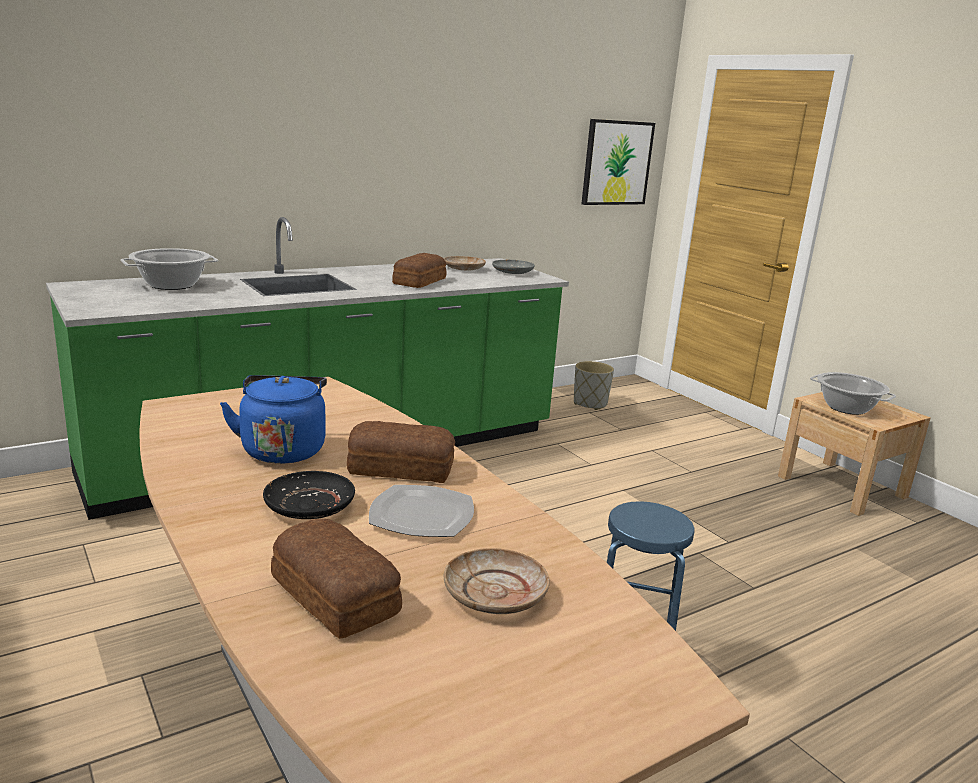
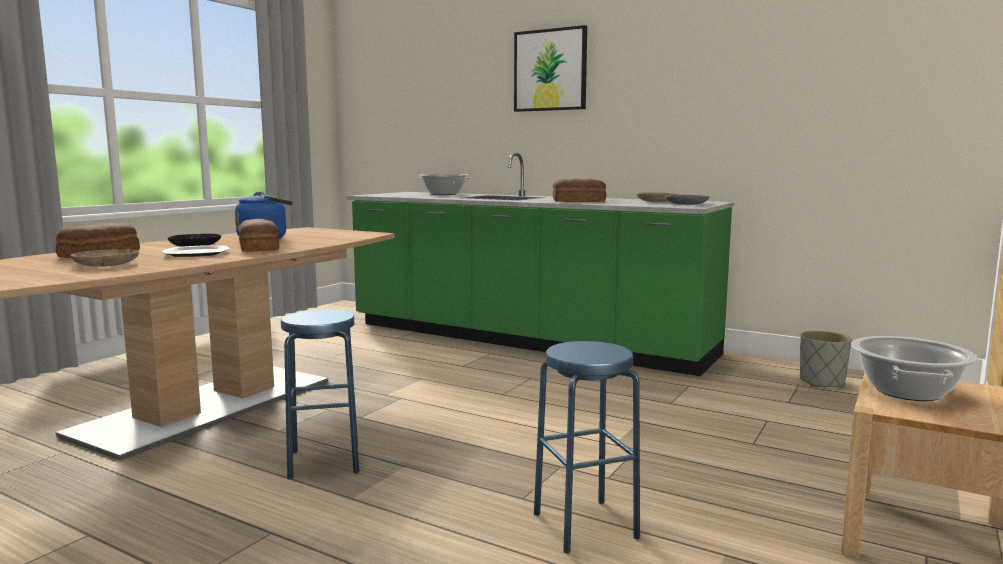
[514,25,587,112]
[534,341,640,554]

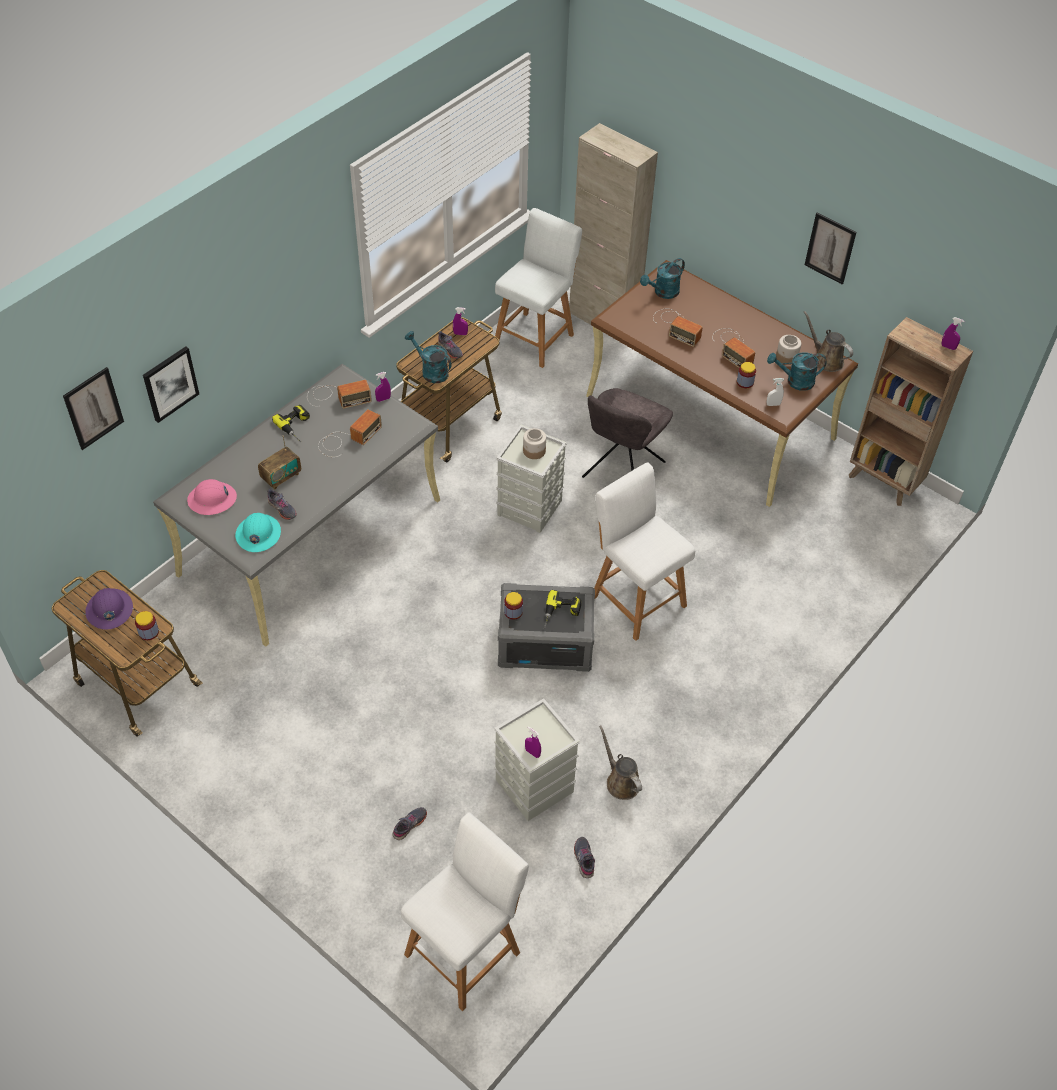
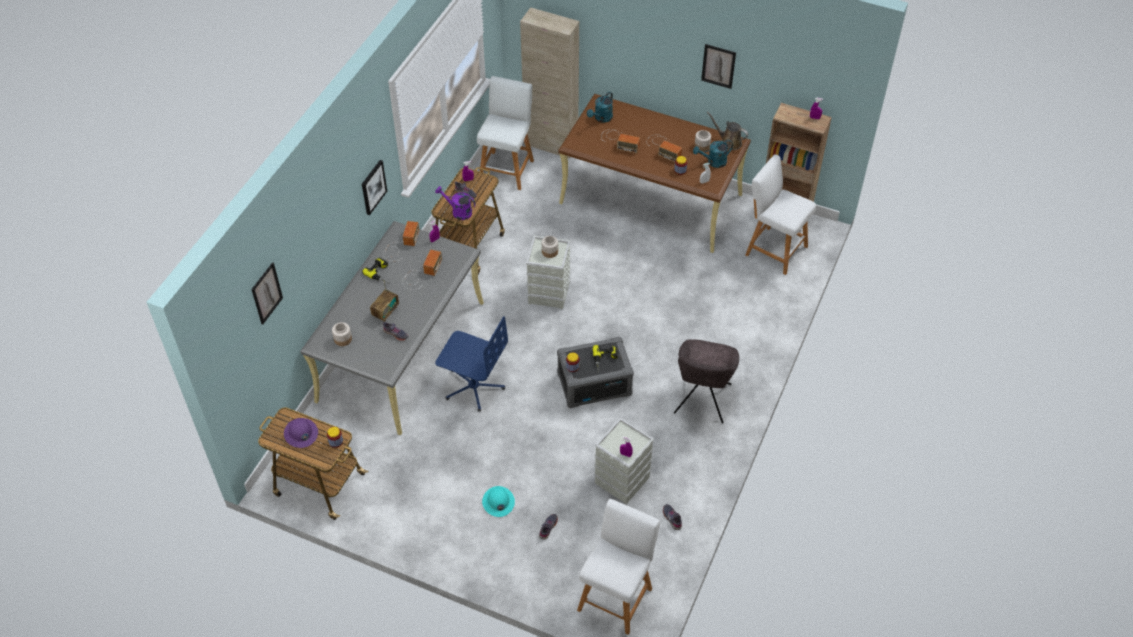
[362,160,387,215]
[332,322,352,346]
[482,486,515,517]
[383,221,419,261]
[435,186,476,220]
[674,339,739,423]
[745,154,816,275]
[599,726,642,800] (first image)
[435,316,508,411]

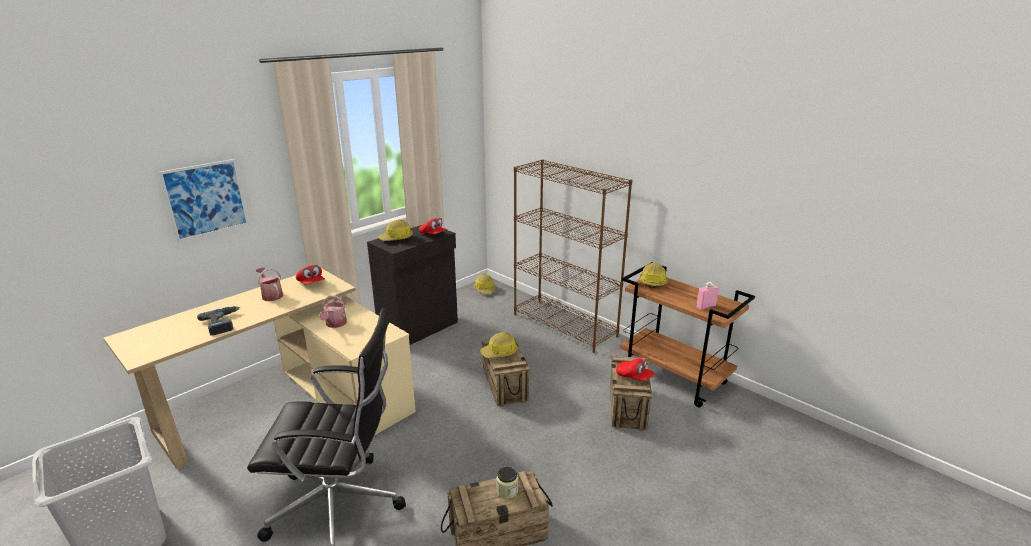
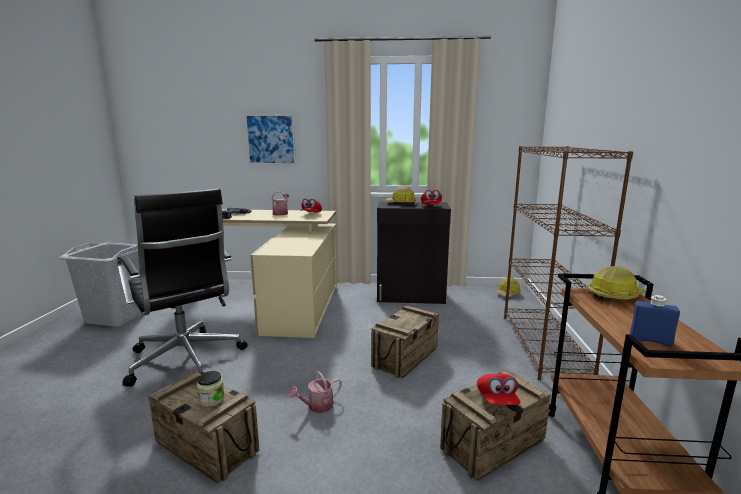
[288,371,342,413]
[480,332,517,358] (first image)
[630,295,680,347]

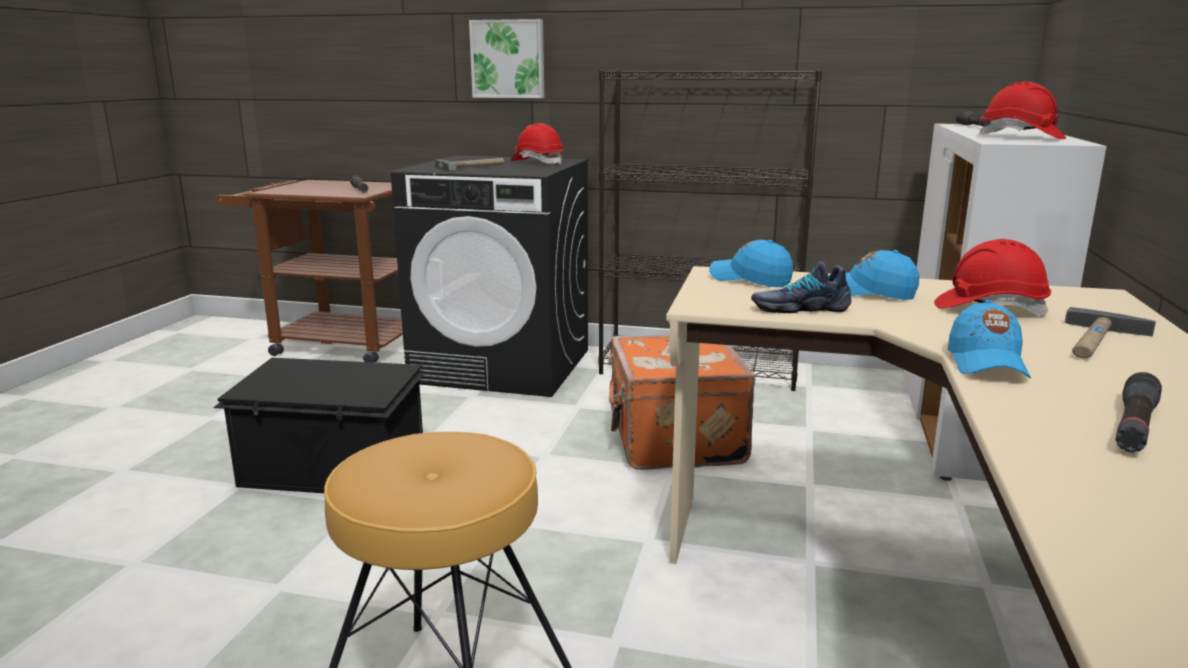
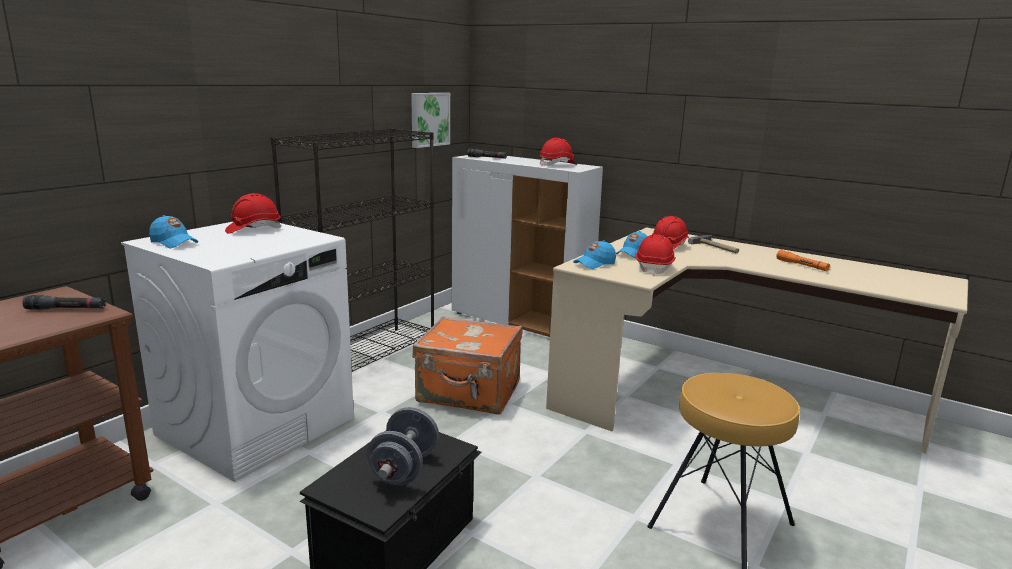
[121,222,354,482]
[435,158,505,171] (first image)
[411,93,450,148]
[635,234,676,276]
[149,215,198,248]
[776,250,831,271]
[366,407,439,485]

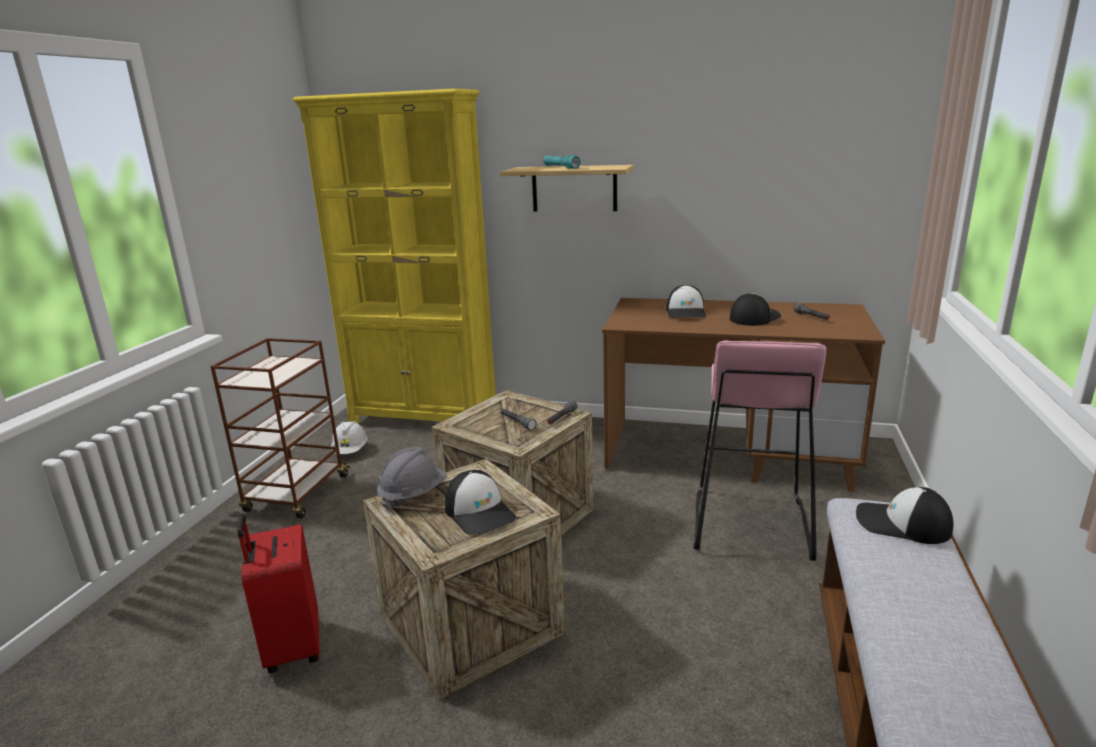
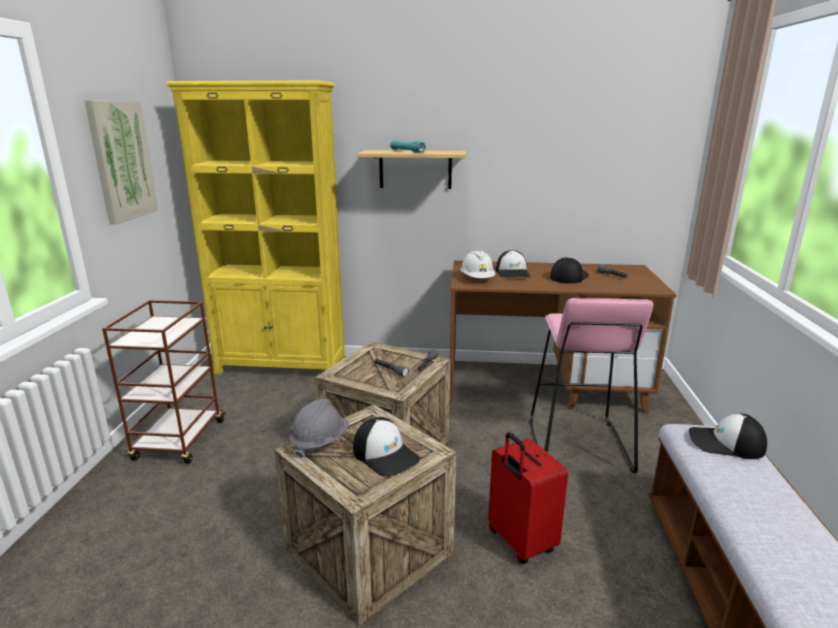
[488,432,568,564]
[461,250,495,278]
[85,100,158,224]

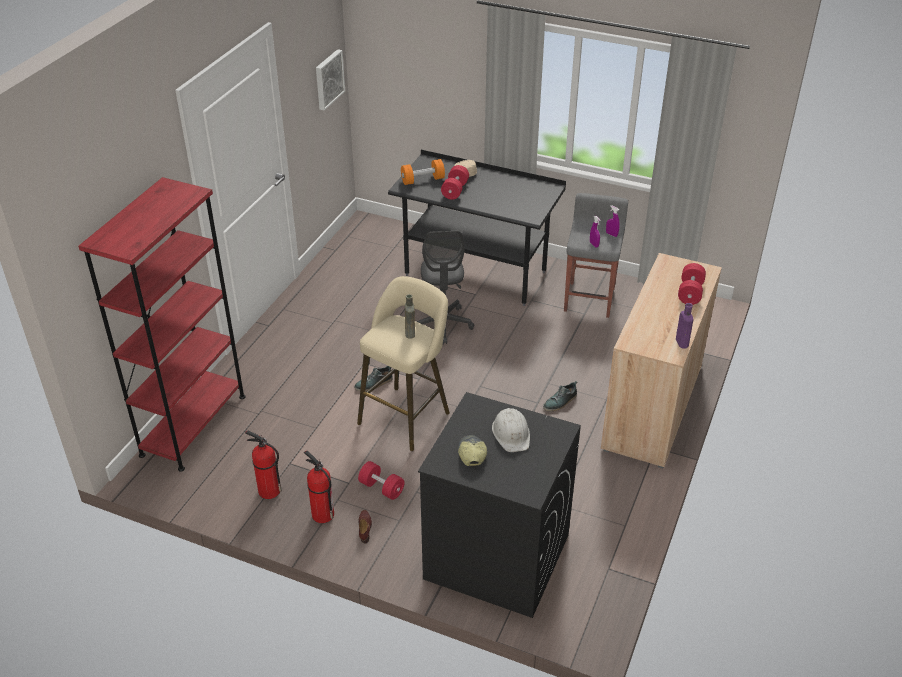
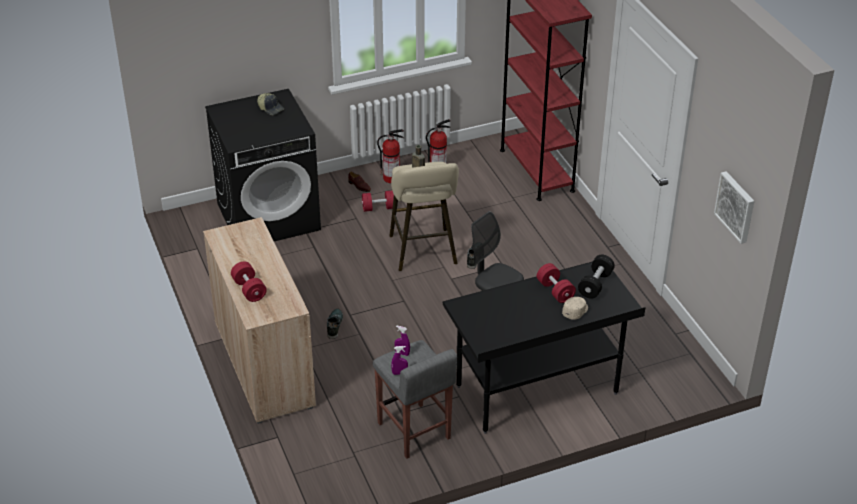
[578,255,615,299]
[492,408,530,452] (first image)
[676,303,694,349] (first image)

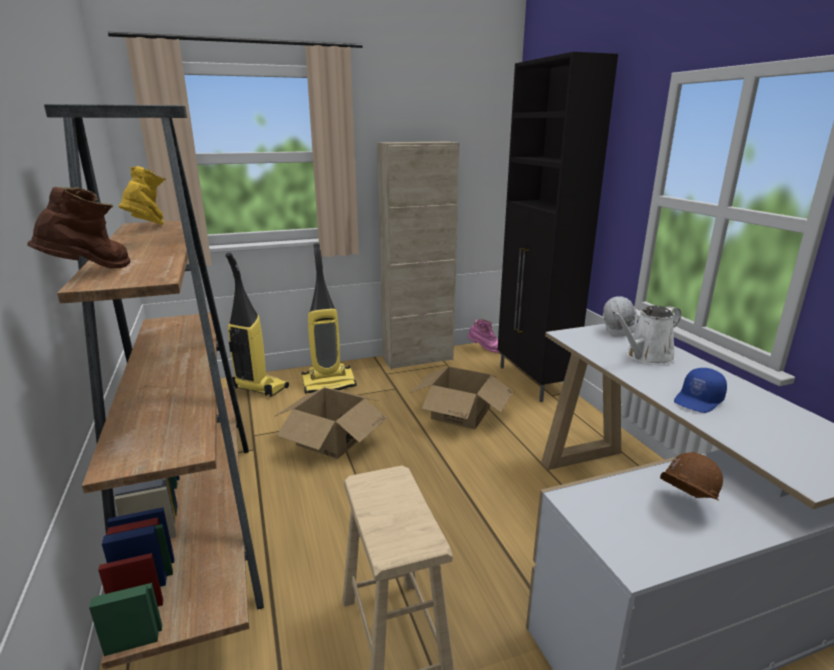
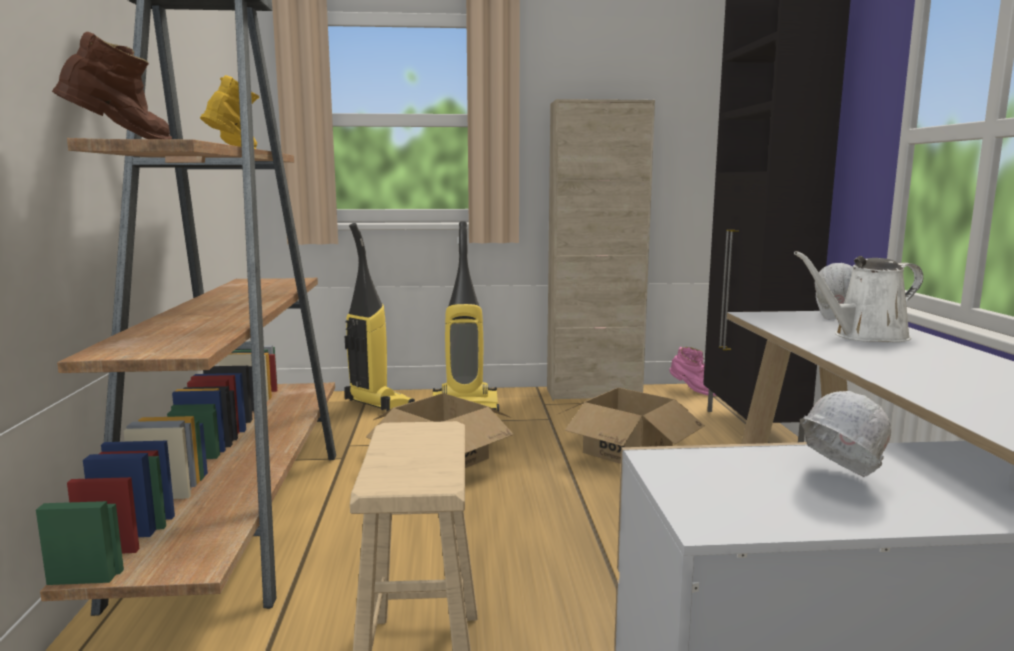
[800,391,891,477]
[674,368,727,413] (first image)

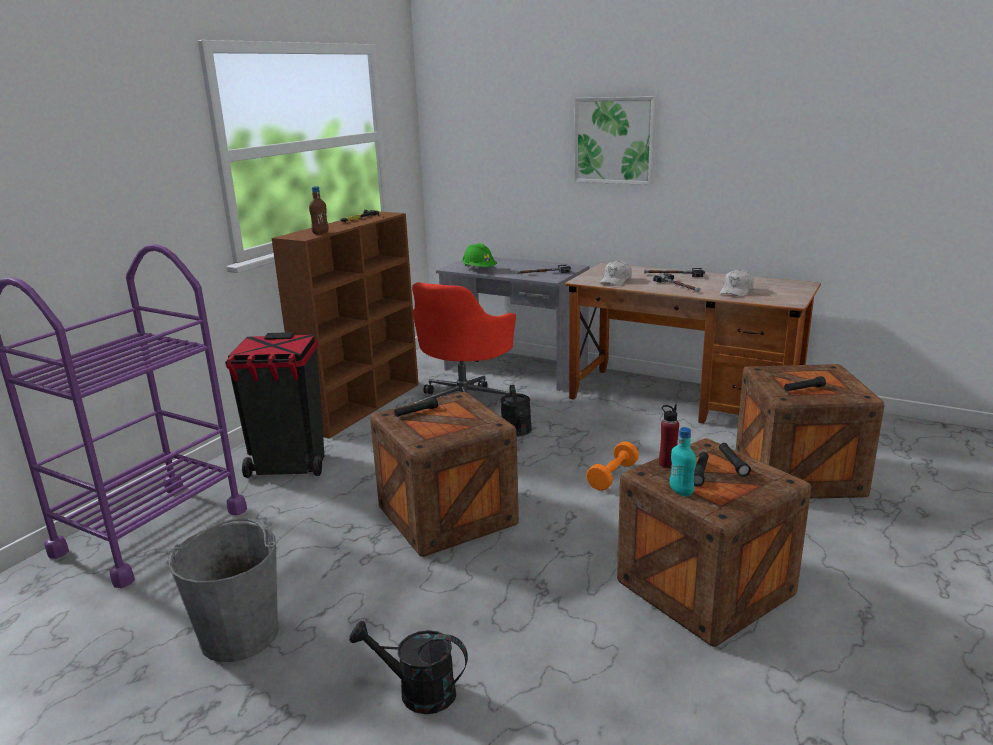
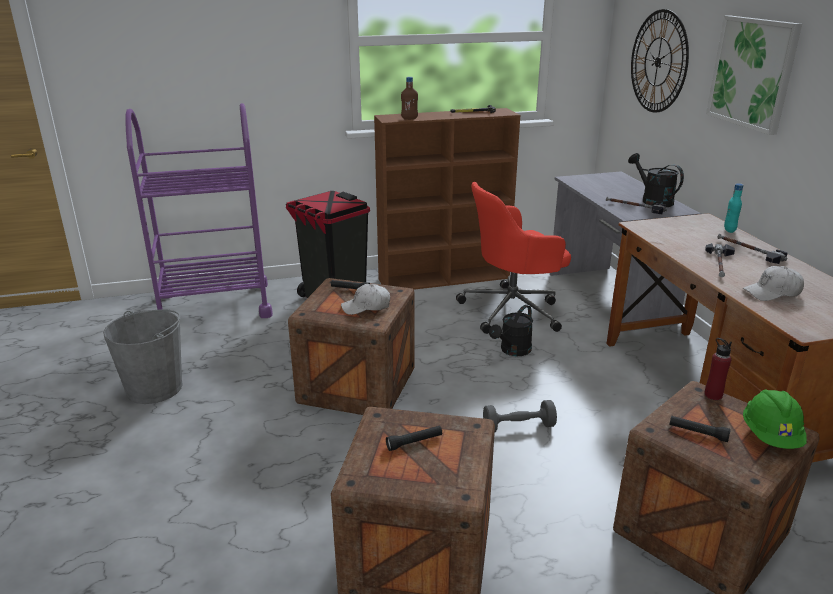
[628,153,684,207]
[743,390,807,449]
[483,400,557,432]
[341,284,390,315]
[704,338,732,400]
[724,183,744,233]
[719,443,751,477] (first image)
[631,9,689,113]

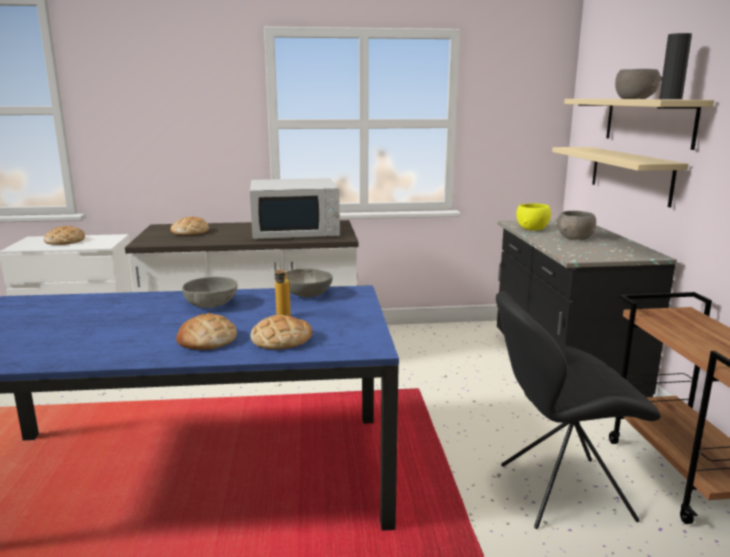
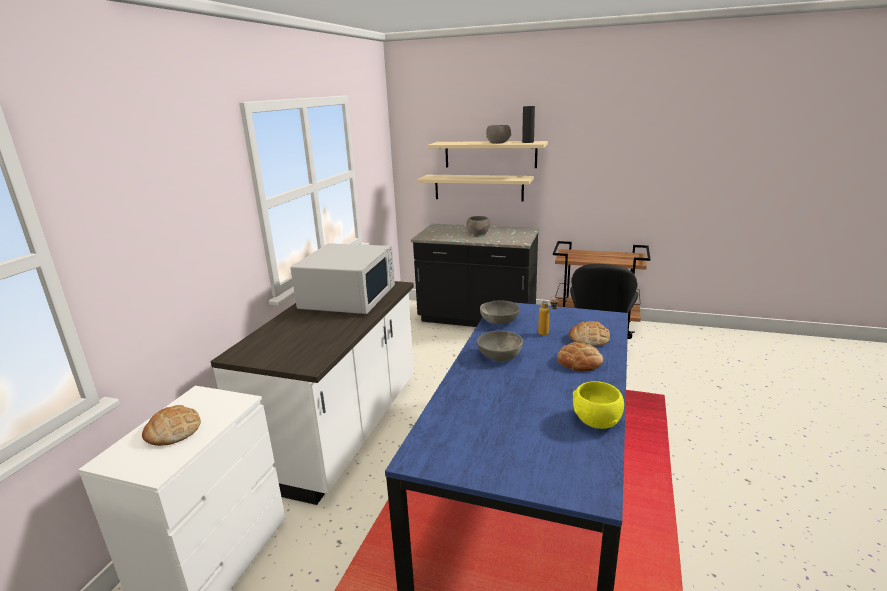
[171,216,209,235] (first image)
[573,381,624,429]

